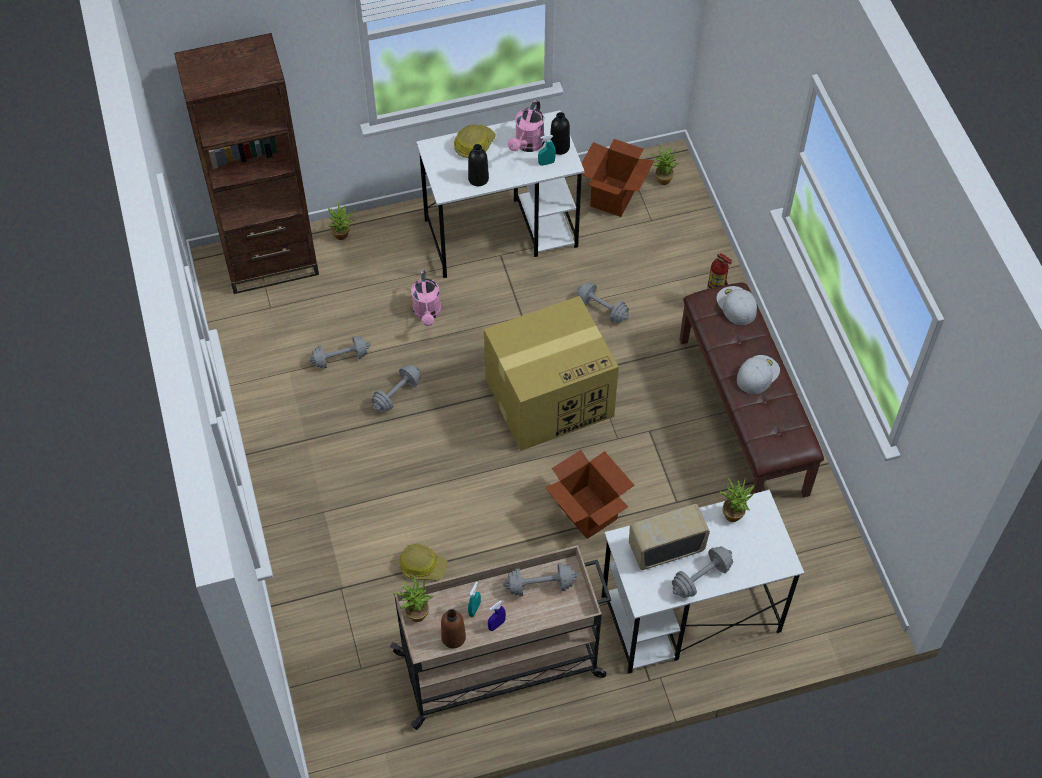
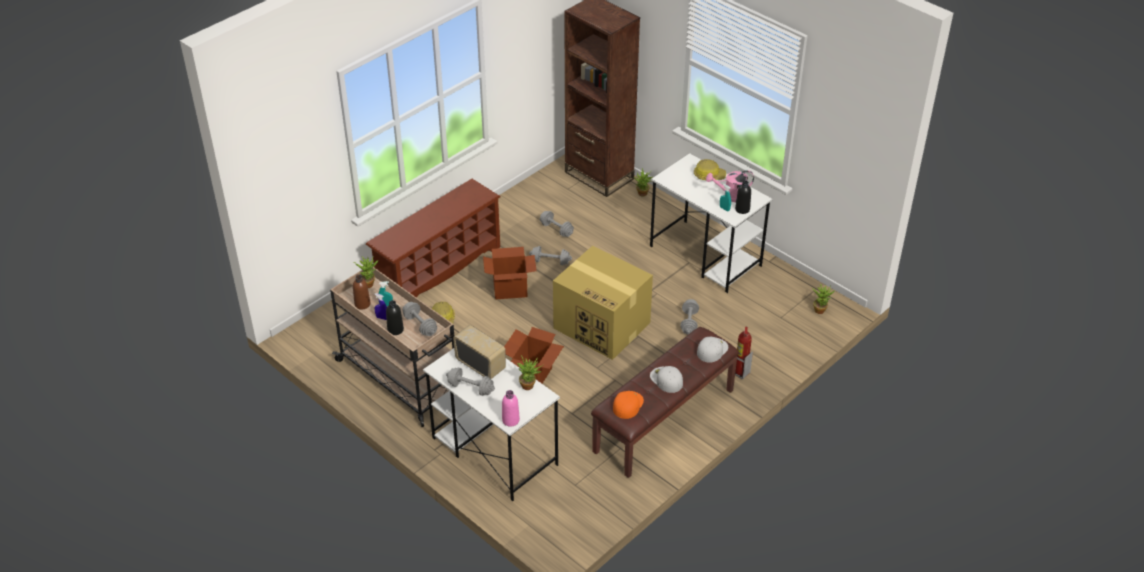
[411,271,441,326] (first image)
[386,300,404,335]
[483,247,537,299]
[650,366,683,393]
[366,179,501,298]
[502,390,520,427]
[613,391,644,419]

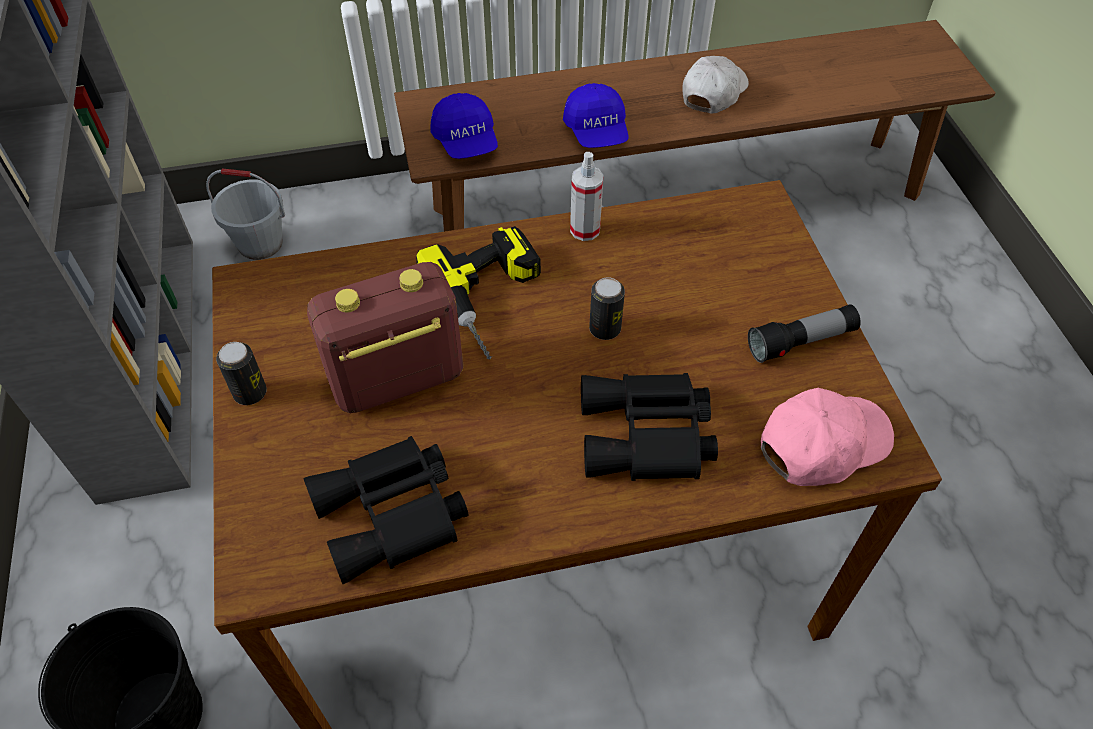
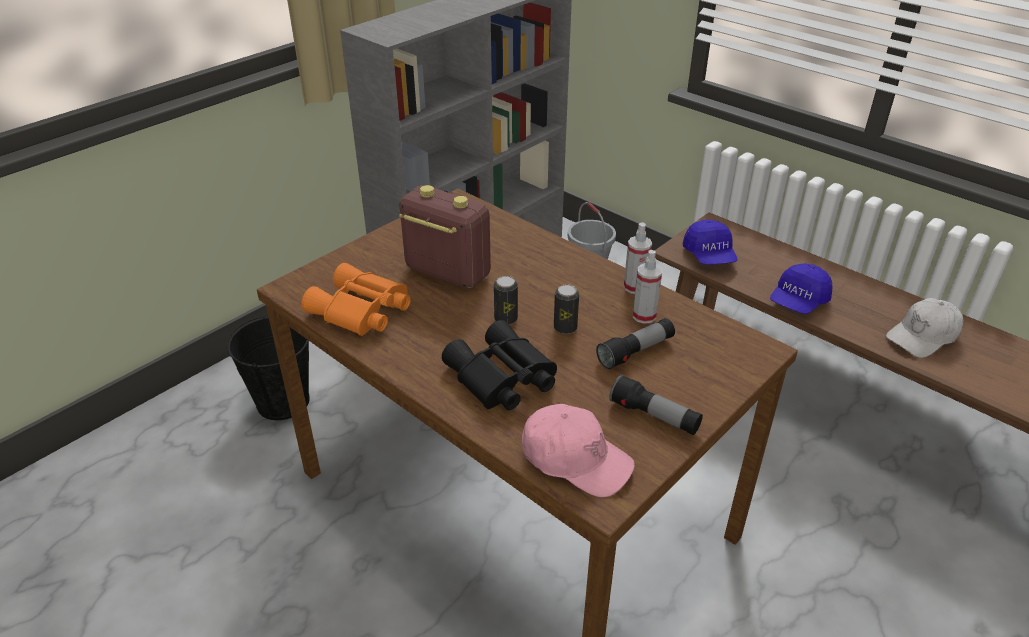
[494,276,518,325]
[302,263,411,336]
[416,226,541,359] (first image)
[683,219,738,265]
[886,298,963,358]
[596,318,675,370]
[633,250,662,324]

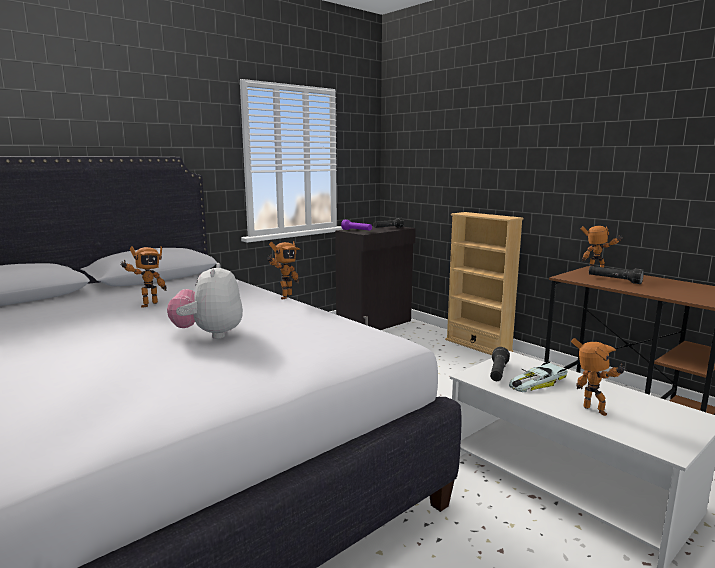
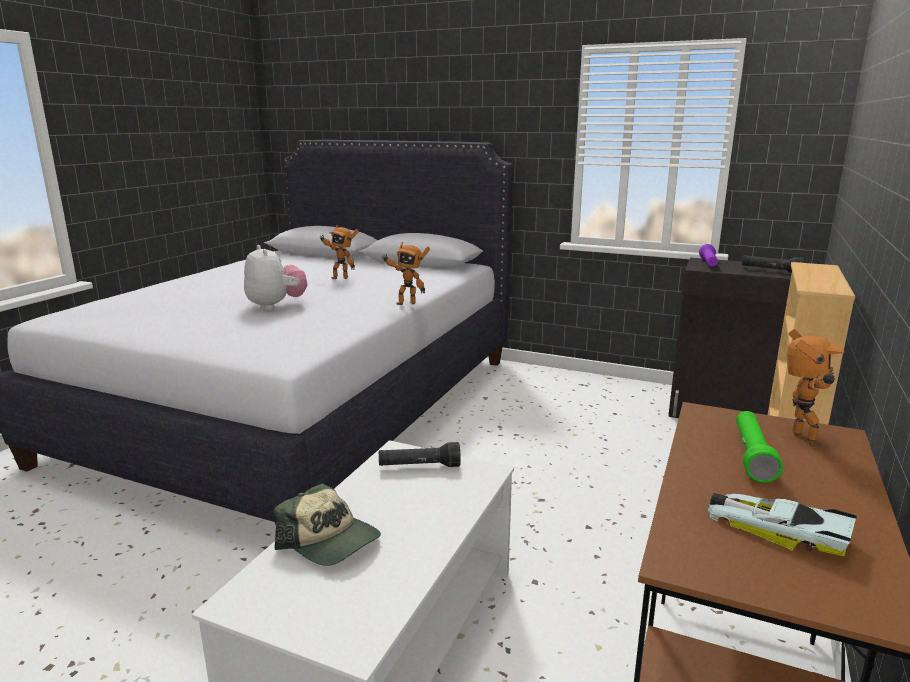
[244,245,307,310]
[708,493,857,556]
[273,484,381,566]
[736,411,783,483]

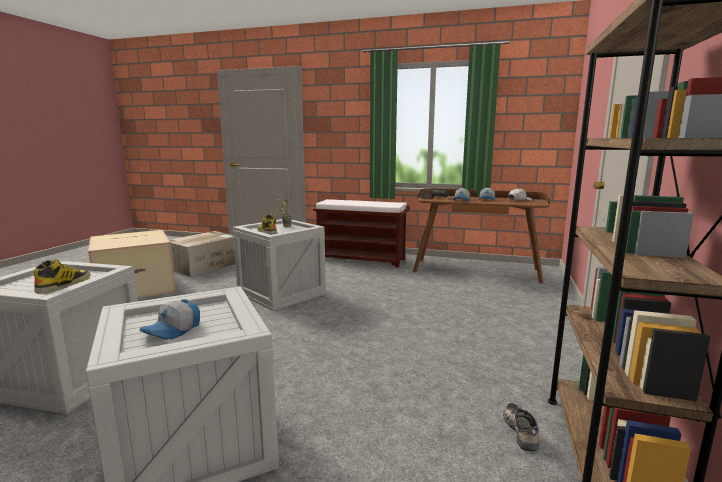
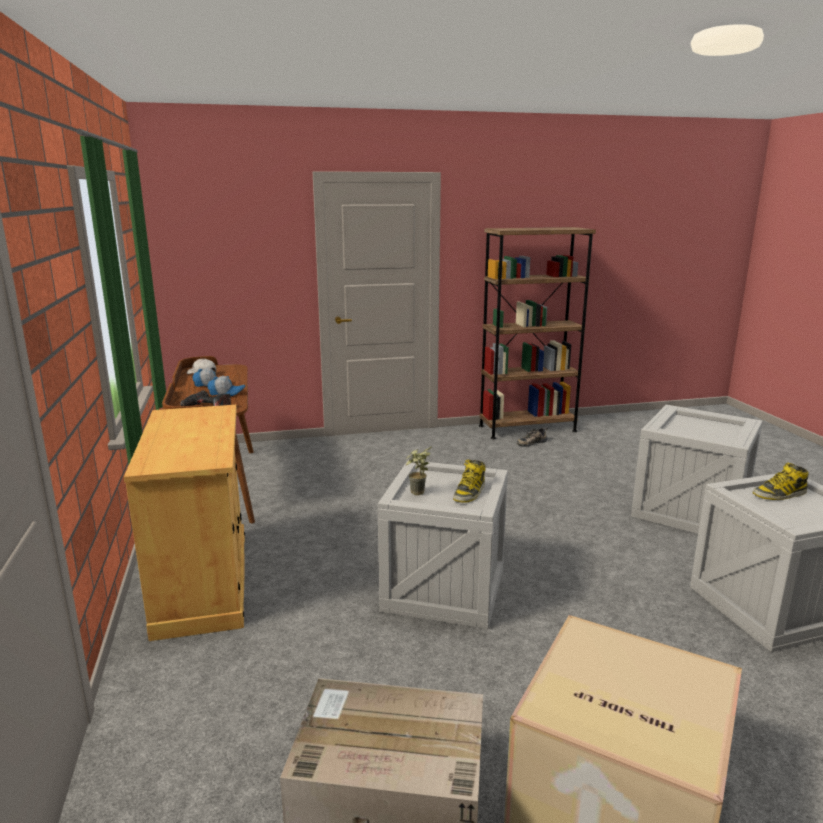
[139,299,200,339] (first image)
[124,405,245,641]

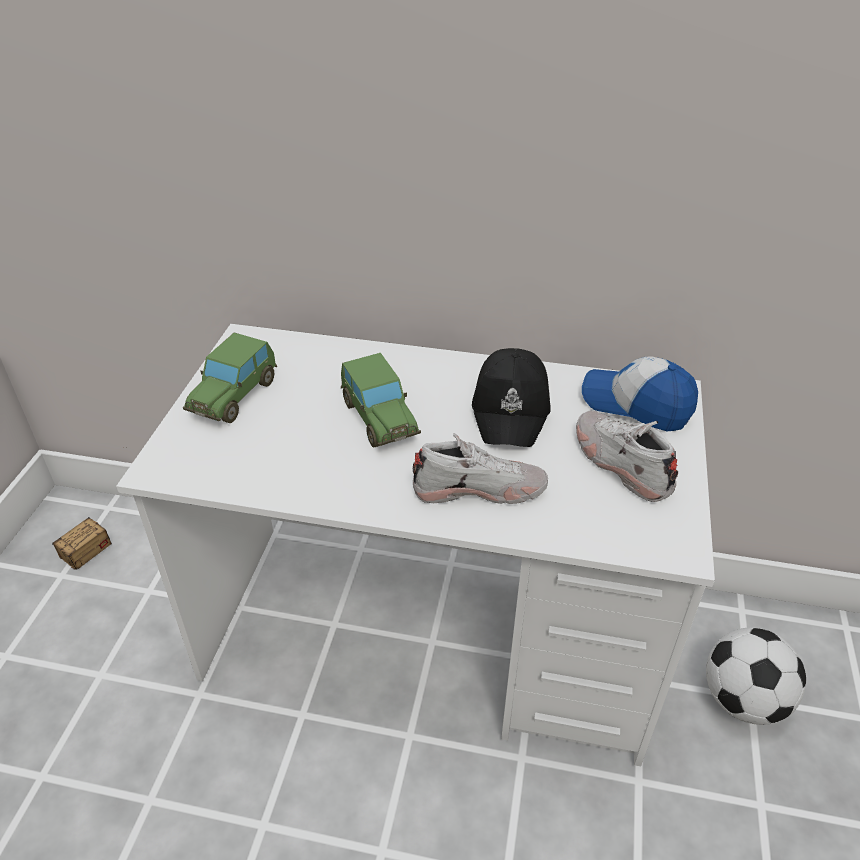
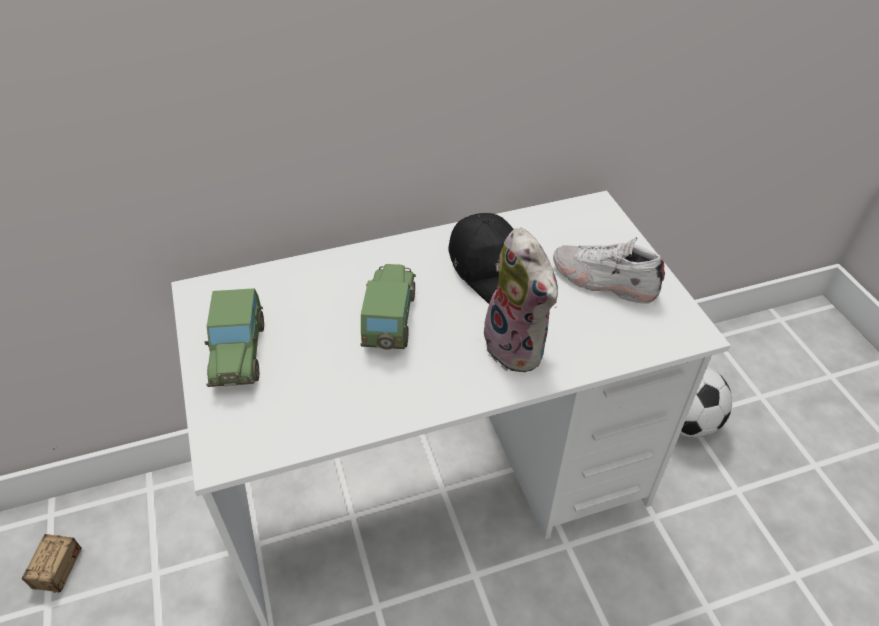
[360,264,416,350]
[484,228,558,372]
[582,357,698,431] (first image)

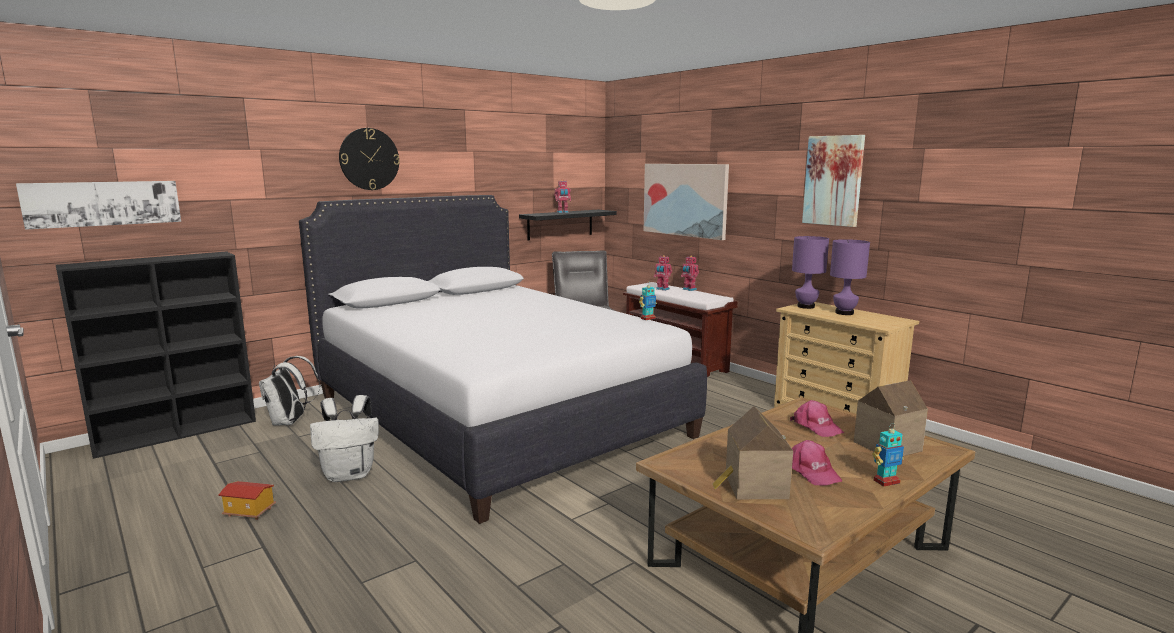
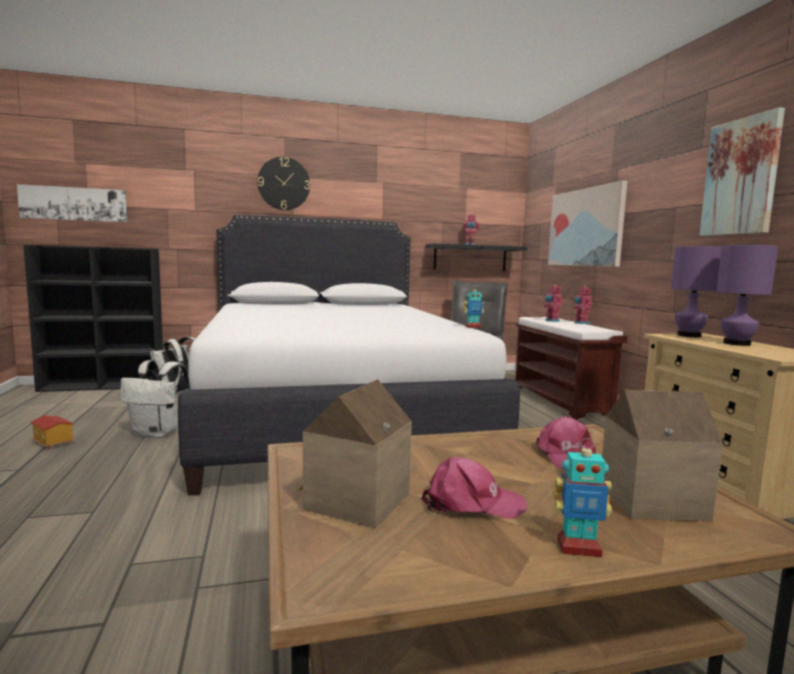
[422,457,527,519]

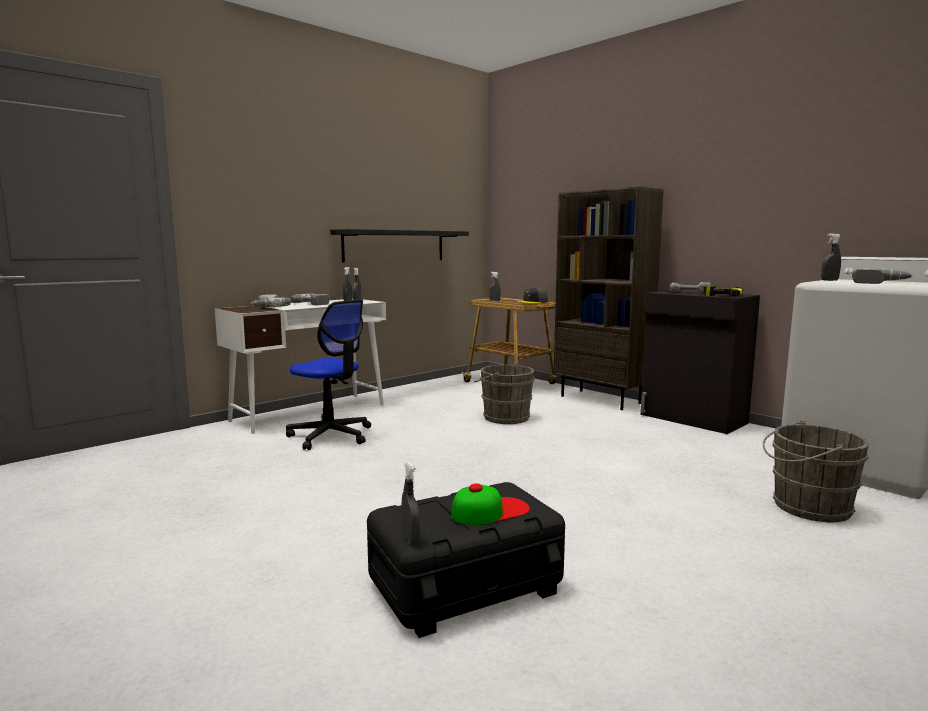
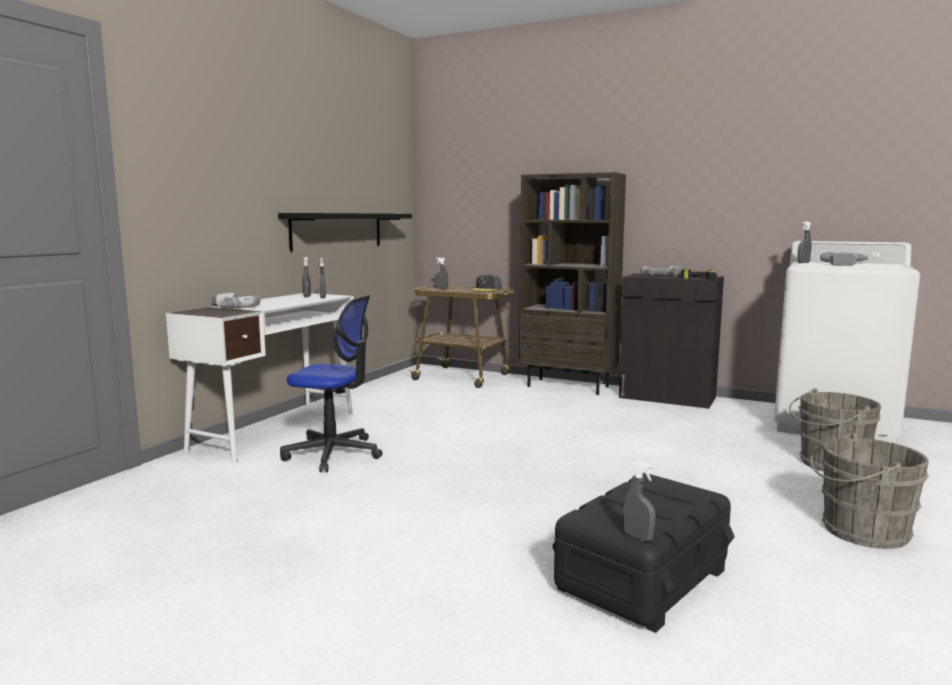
[291,293,330,305] (first image)
[452,483,530,525] (first image)
[810,433,929,549]

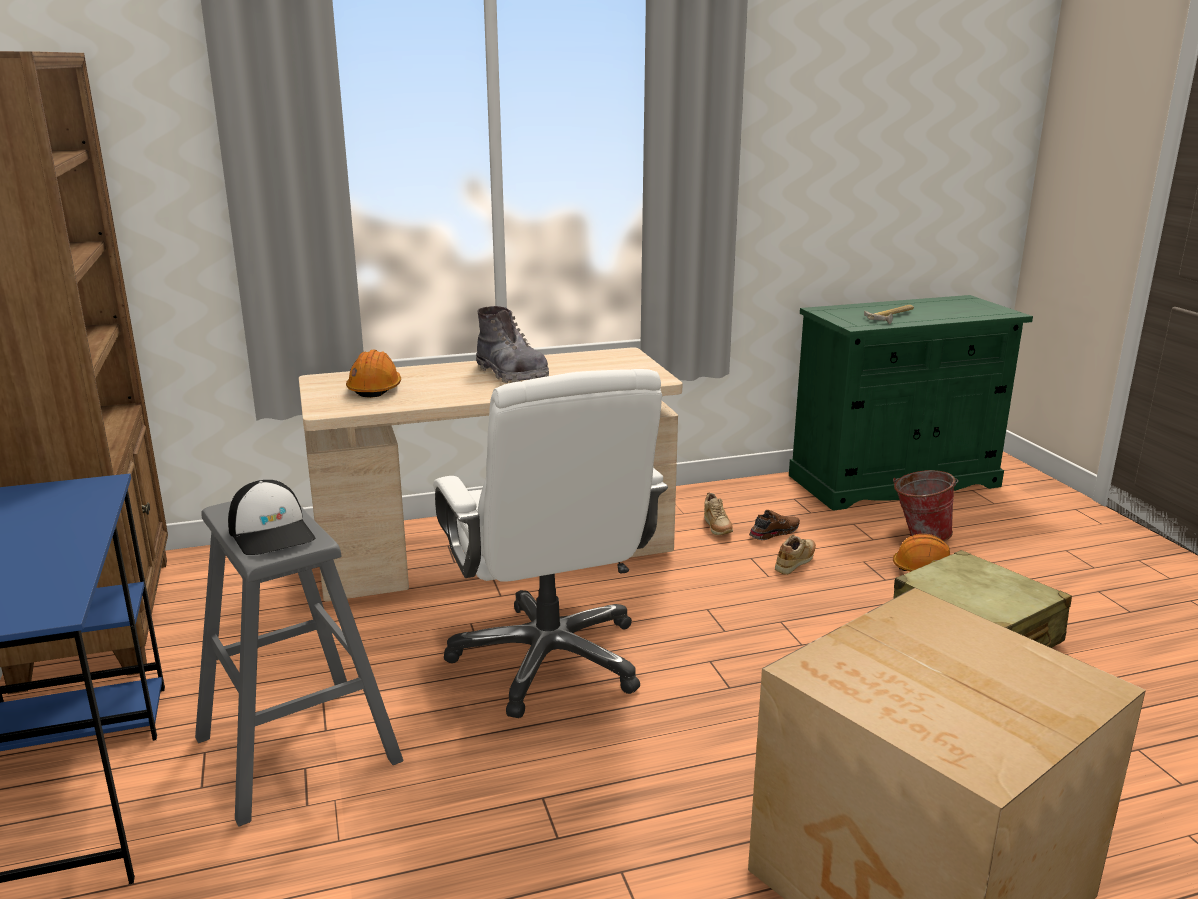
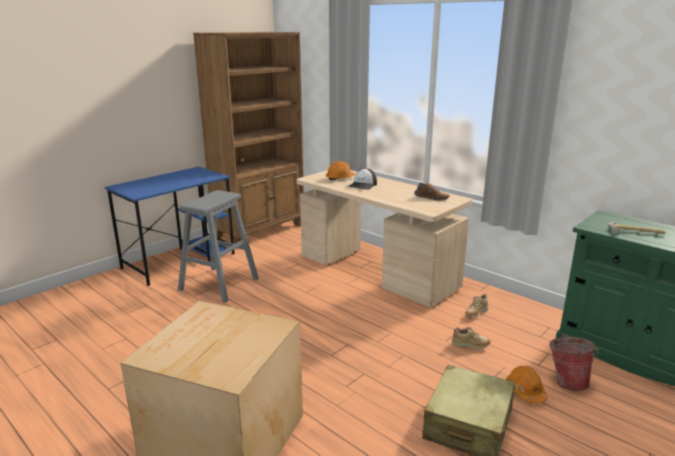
[348,168,377,190]
[433,369,668,718] (first image)
[476,306,549,383] (first image)
[414,182,450,201]

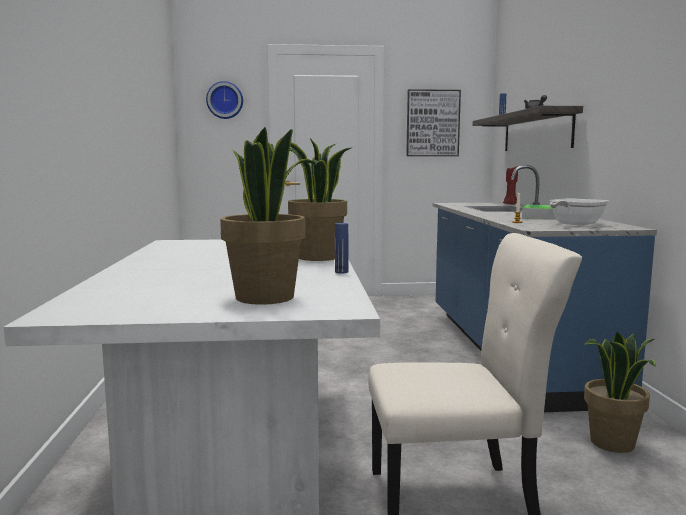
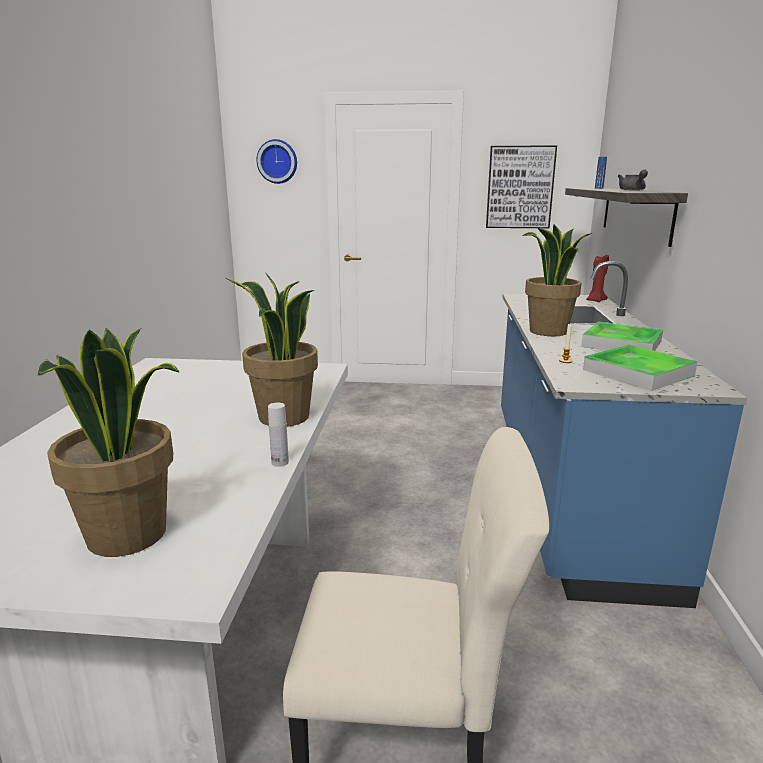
[268,403,289,467]
[583,345,697,391]
[522,224,593,336]

